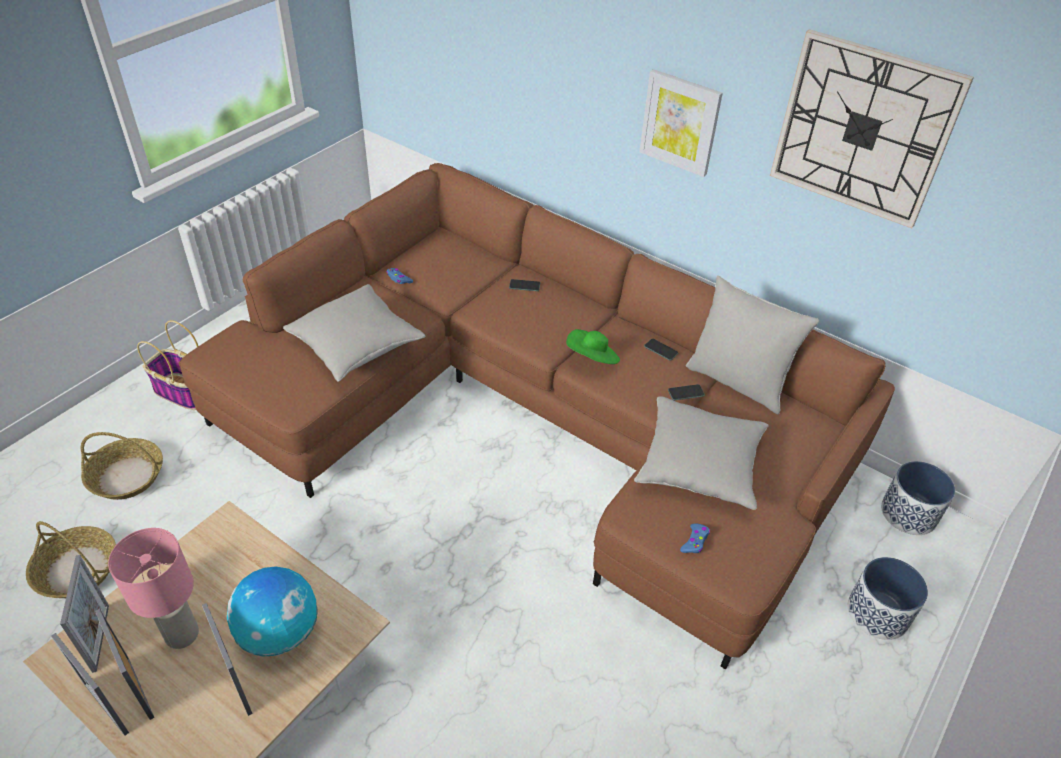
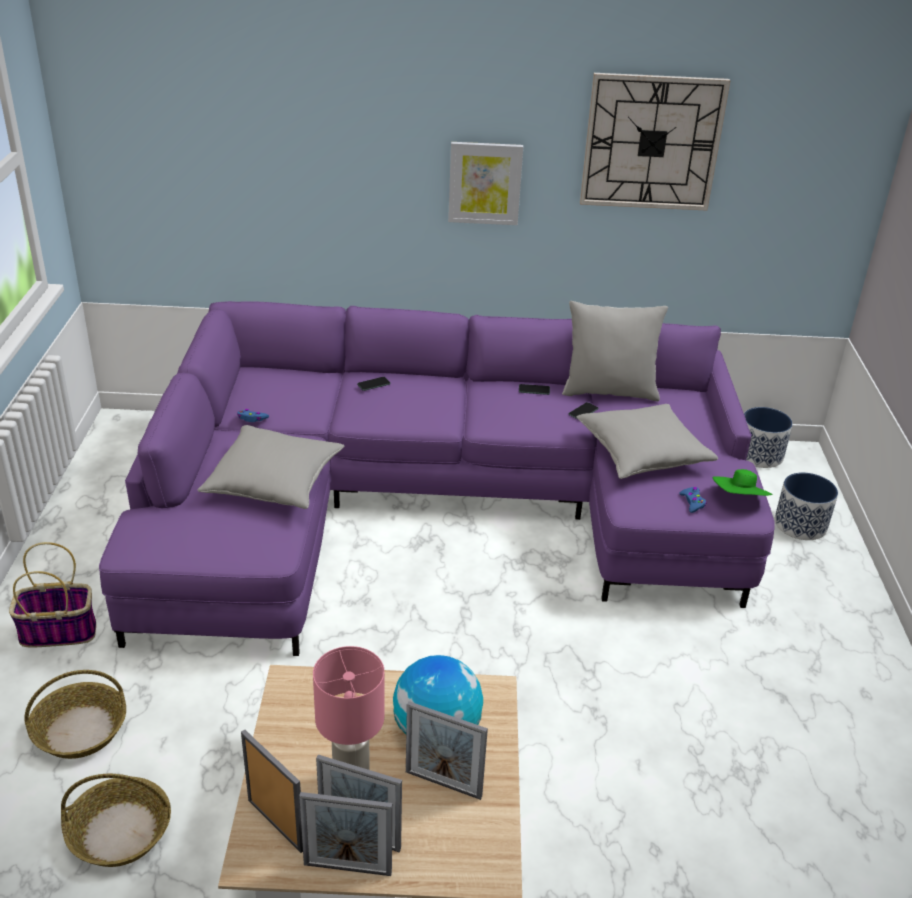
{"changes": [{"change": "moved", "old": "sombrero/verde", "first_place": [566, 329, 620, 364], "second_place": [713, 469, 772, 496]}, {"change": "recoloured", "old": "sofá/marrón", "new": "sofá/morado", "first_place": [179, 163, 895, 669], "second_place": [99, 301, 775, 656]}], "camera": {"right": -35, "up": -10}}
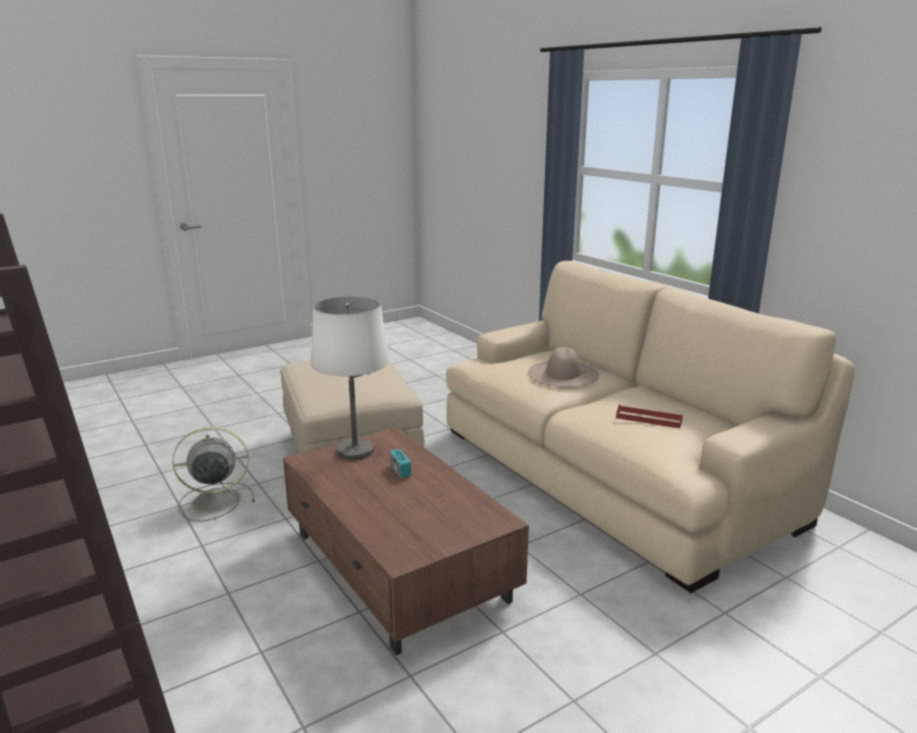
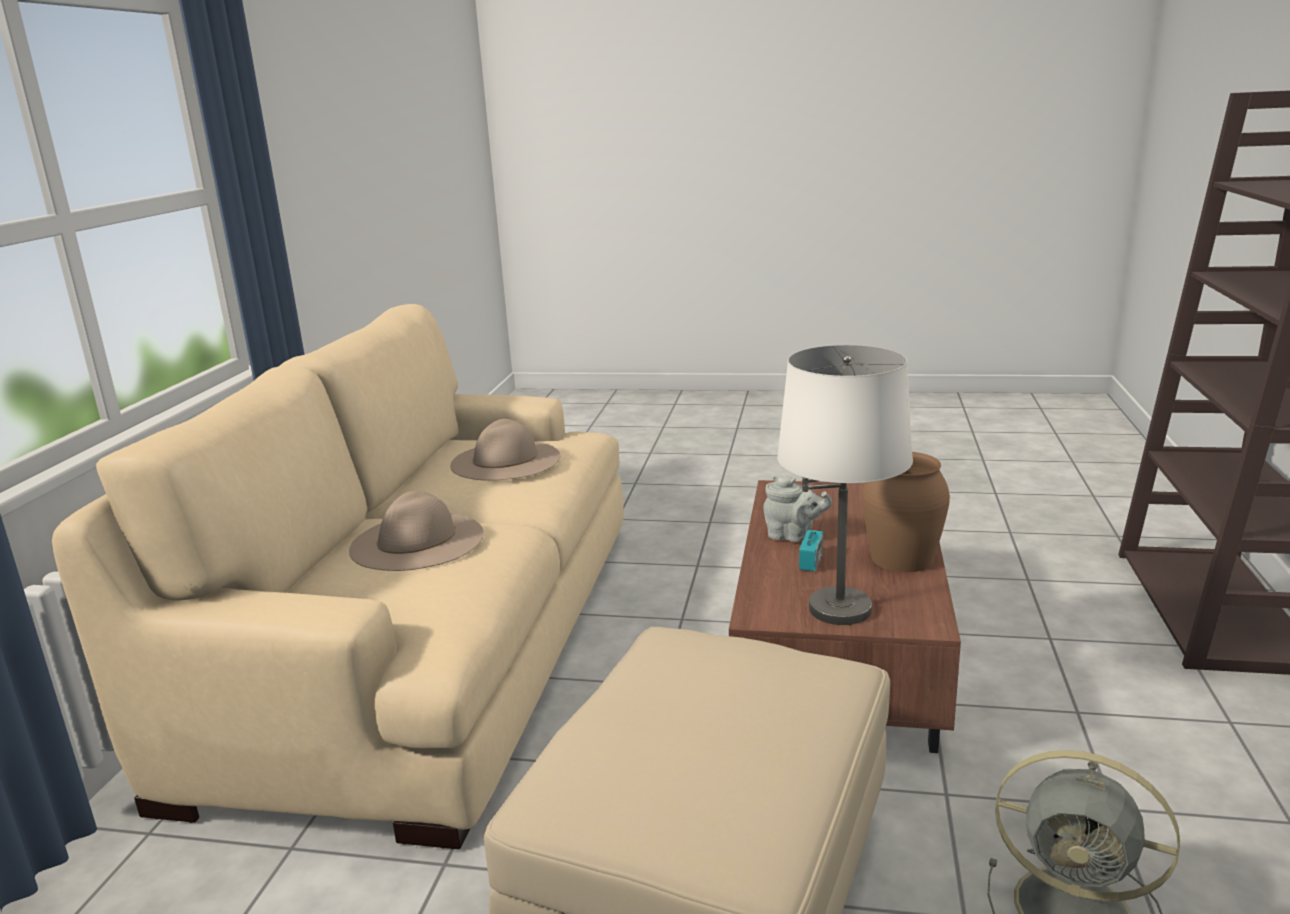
{"changes": [{"change": "added", "new": "tetera/gris", "second_place": [763, 475, 832, 542]}, {"change": "added", "new": "florero/marrón", "second_place": [862, 452, 950, 572]}, {"change": "replaced", "old": "bandeja/rojo", "new": "sombrero/beis", "first_place": [616, 405, 683, 428], "second_place": [450, 419, 560, 481]}], "camera": {"right": -135, "up": 0}}
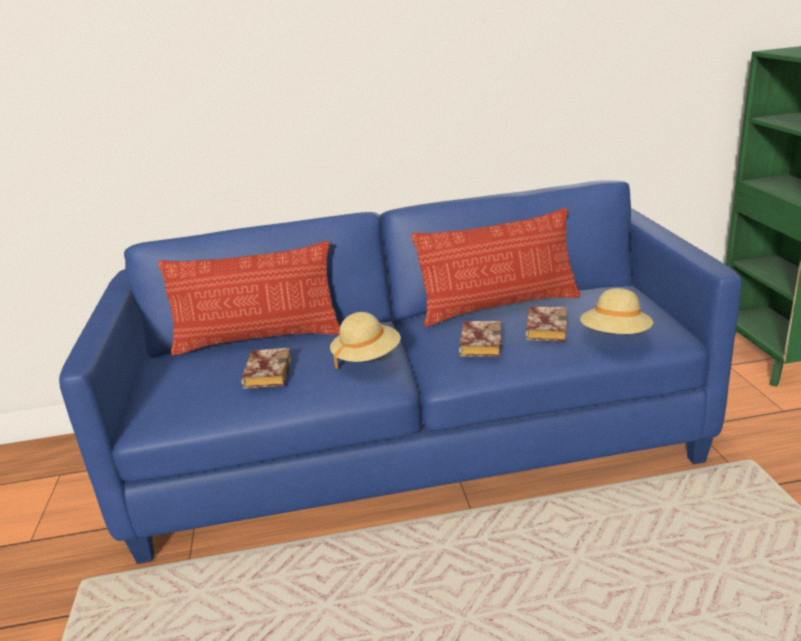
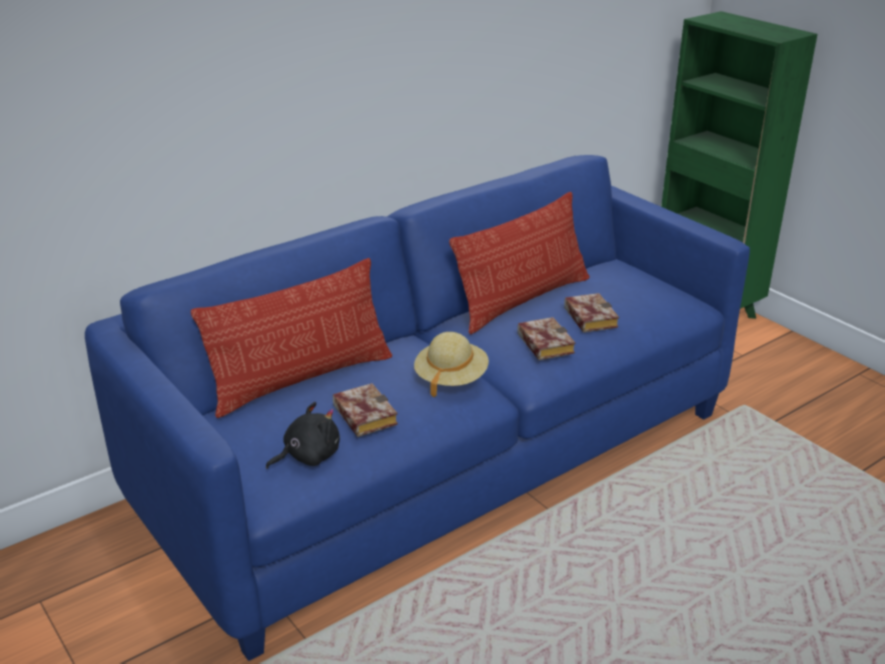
{"changes": [{"change": "removed", "old": "sombrero/beis", "first_place": [580, 288, 653, 334]}, {"change": "added", "new": "peluche/negro", "second_place": [266, 402, 340, 469]}], "camera": {"right": -30, "up": 5}}
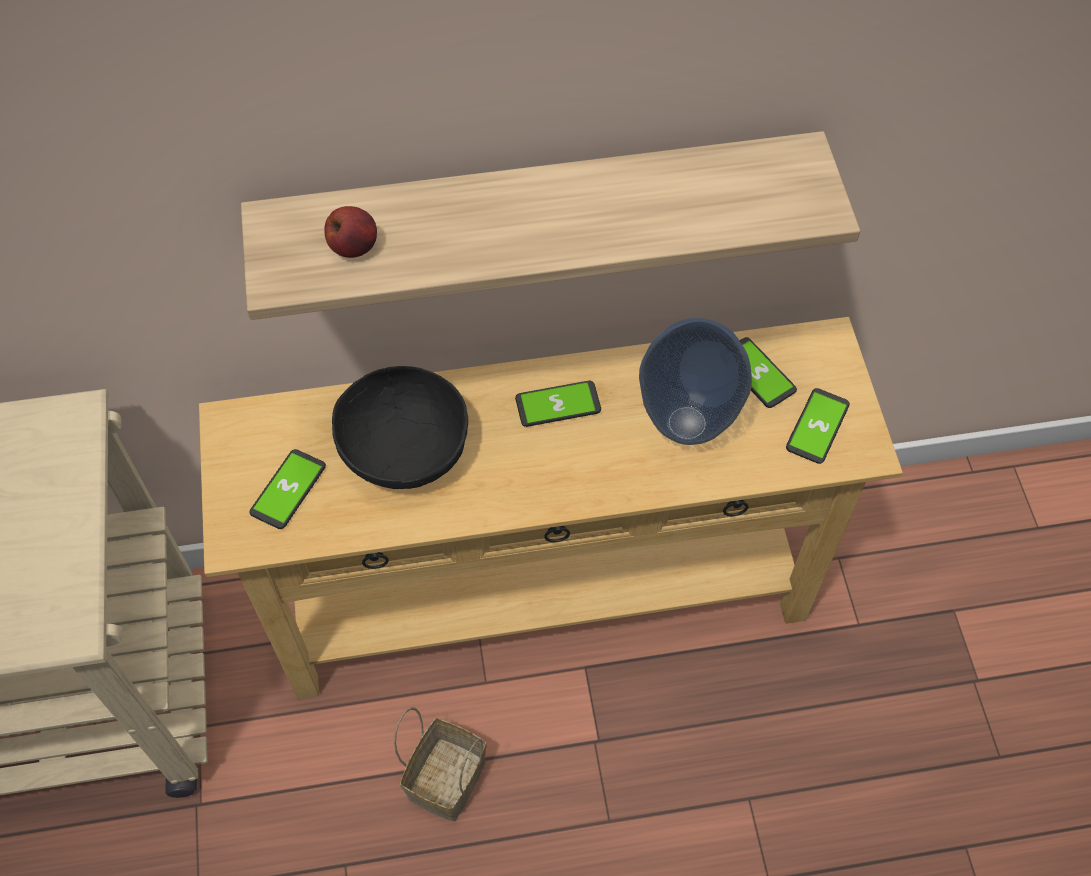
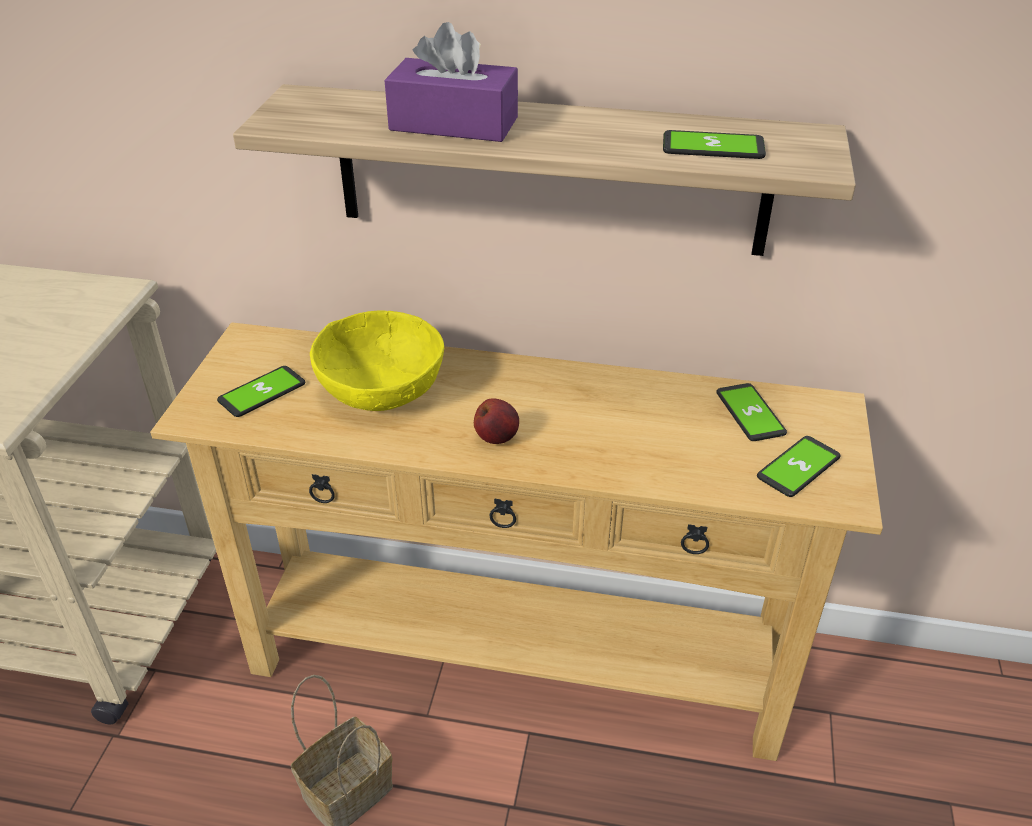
{"changes": [{"change": "removed", "old": "florero", "first_place": [639, 318, 752, 445]}, {"change": "added", "new": "caja de pañuelos/morado", "second_place": [384, 22, 518, 142]}, {"change": "moved", "old": "manzana", "first_place": [324, 206, 377, 258], "second_place": [474, 398, 519, 444]}, {"change": "moved", "old": "móvil", "first_place": [515, 381, 601, 427], "second_place": [663, 130, 766, 159]}, {"change": "recoloured", "old": "cuenco/negro", "new": "cuenco/amarillo", "first_place": [332, 366, 468, 489], "second_place": [310, 311, 444, 411]}], "camera": {"right": 20, "up": -20}}
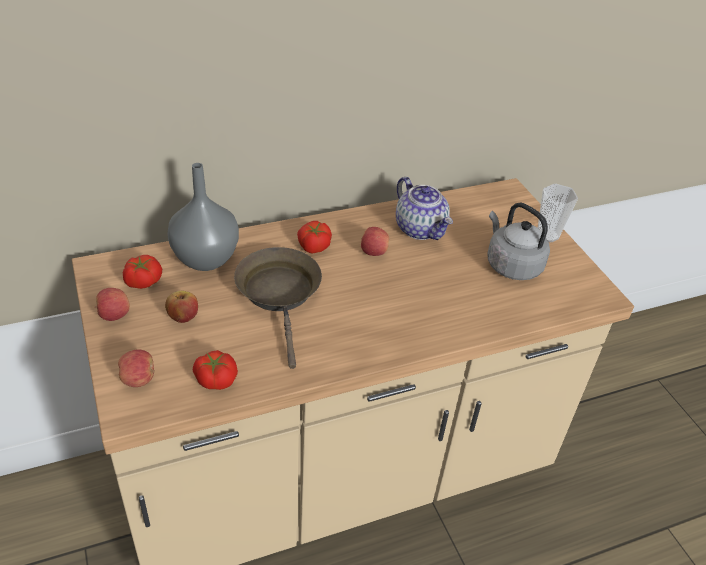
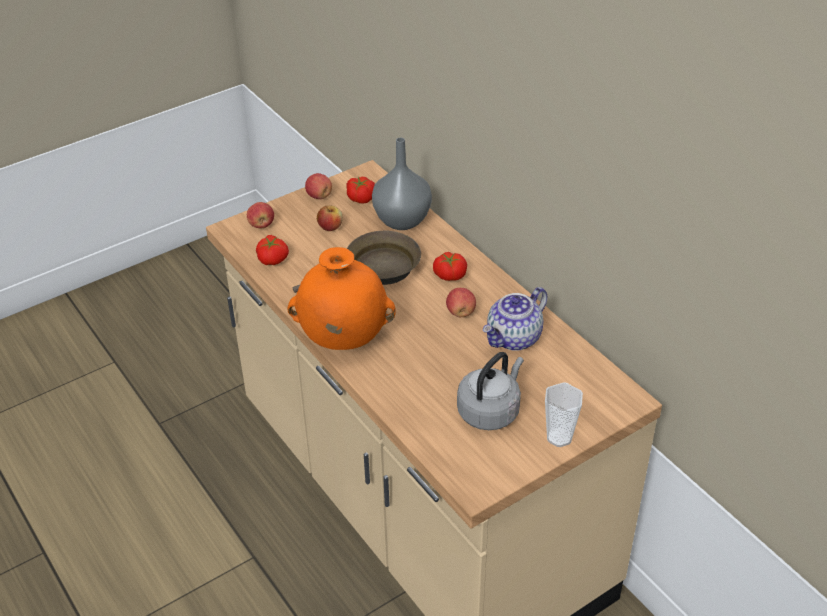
{"changes": [{"change": "added", "new": "florero/naranja", "second_place": [287, 247, 396, 350]}], "camera": {"right": 80, "up": 0}}
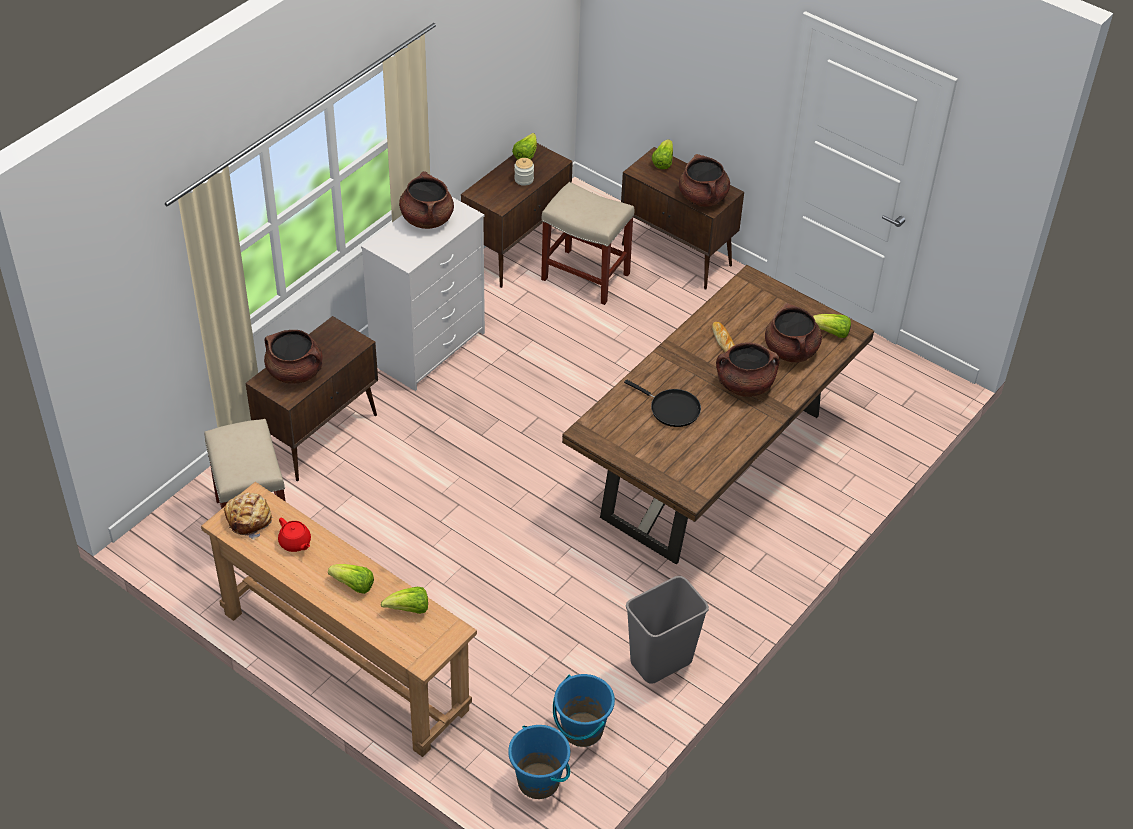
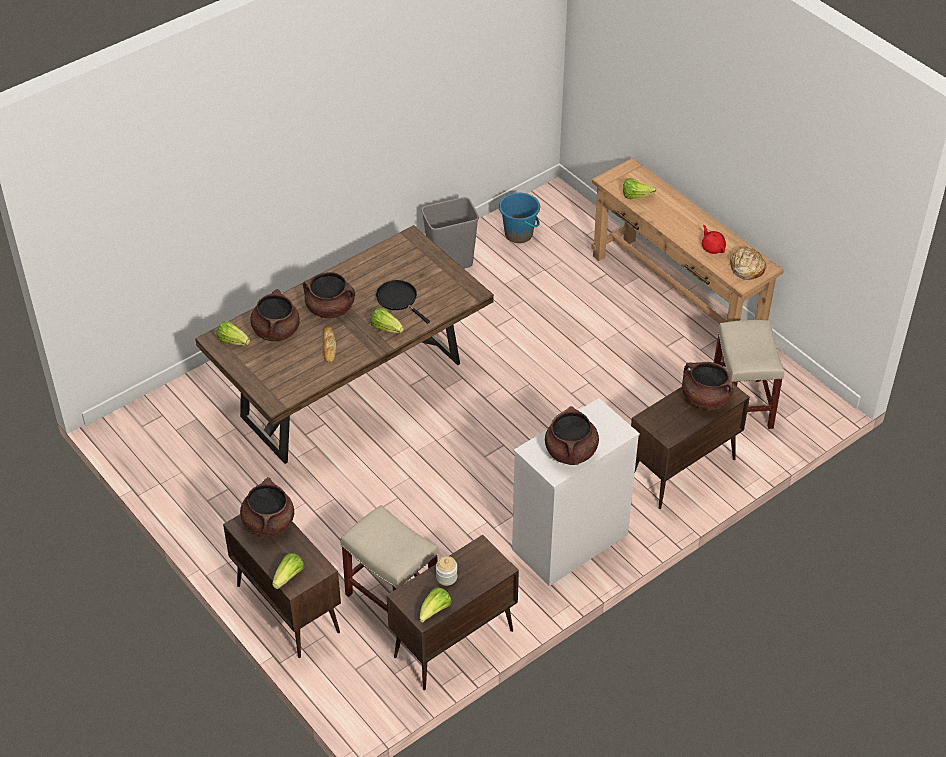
{"changes": [{"change": "removed", "old": "cubo/azul", "first_place": [508, 725, 570, 799]}, {"change": "moved", "old": "lechuga", "first_place": [328, 564, 374, 594], "second_place": [371, 308, 404, 333]}], "camera": {"right": -165, "up": 0}}
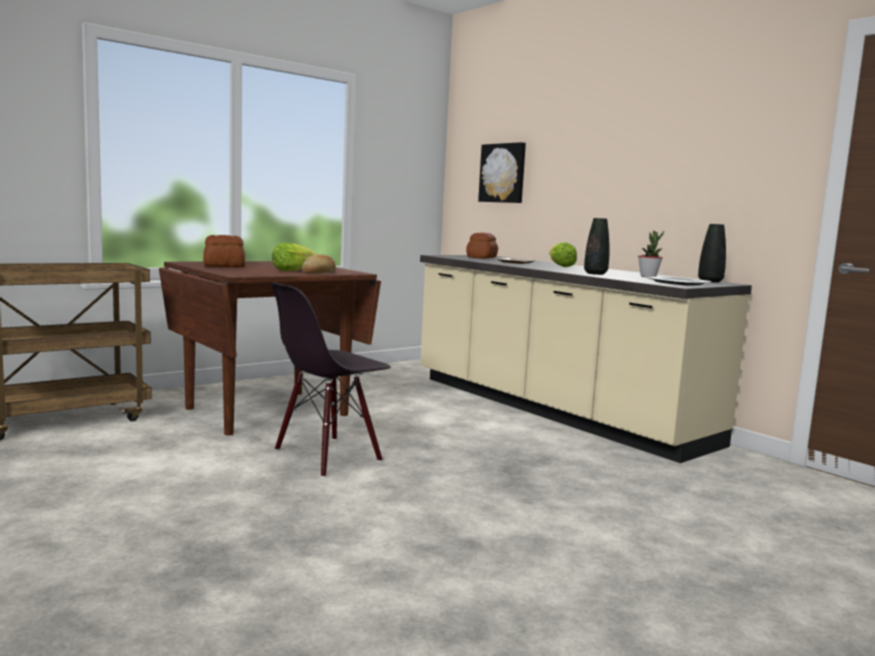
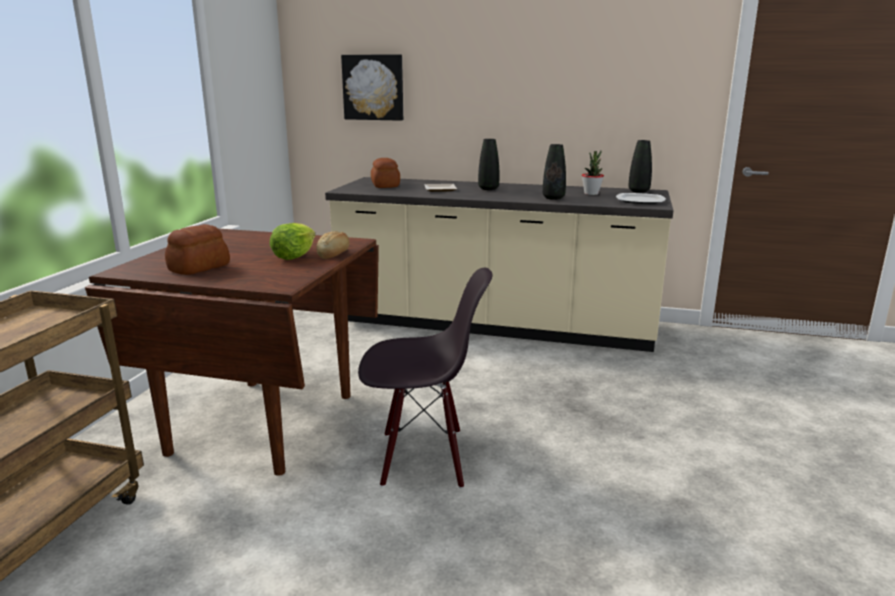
{"changes": [{"change": "replaced", "old": "lechuga", "new": "florero/negro", "first_place": [550, 242, 577, 267], "second_place": [478, 139, 499, 190]}, {"change": "turned", "old": "silla/negro", "first_place": [271, 283, 391, 478], "second_place": [358, 268, 492, 489], "degrees": -105}], "camera": {"right": -35, "up": 10}}
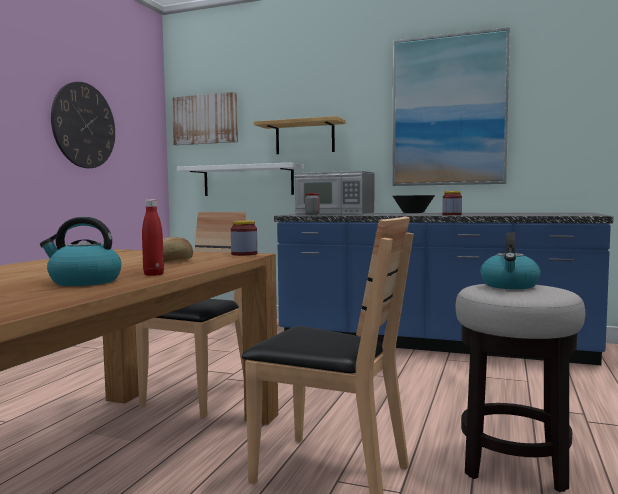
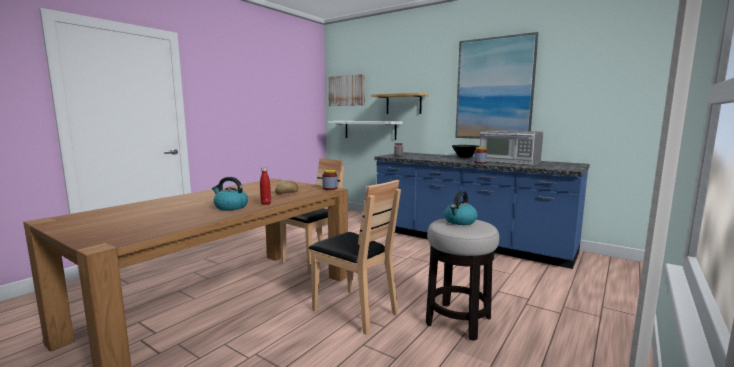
{"changes": [{"change": "removed", "old": "reloj de pared", "first_place": [51, 82, 115, 168]}, {"change": "moved", "old": "microondas", "first_place": [294, 171, 374, 214], "second_place": [480, 130, 543, 165]}], "camera": {"right": 15, "up": 5}}
